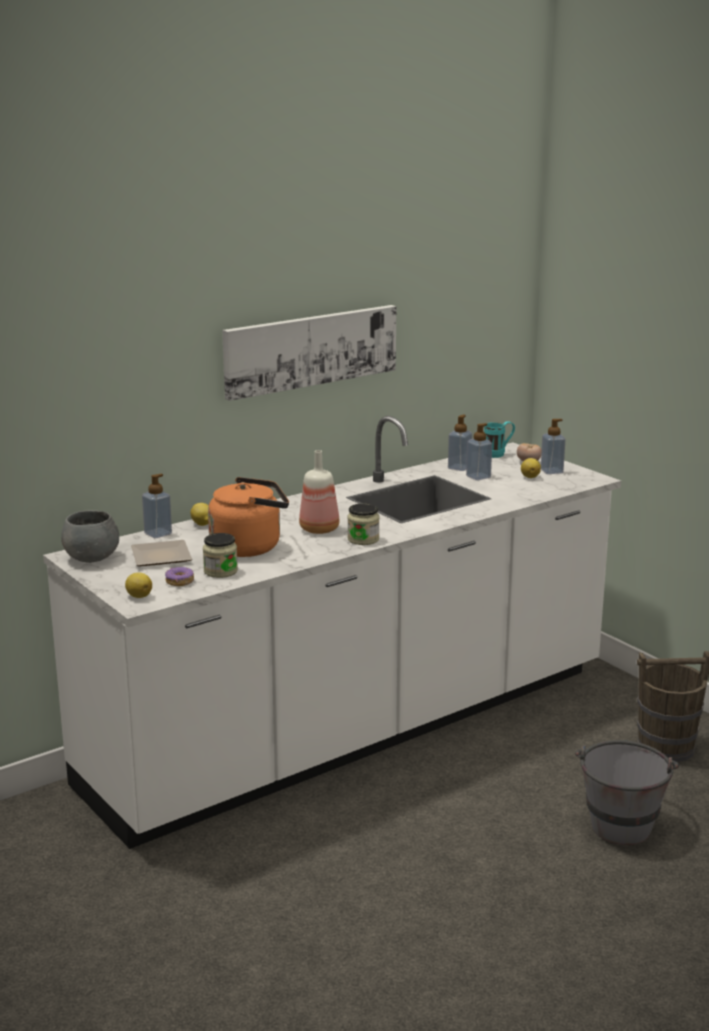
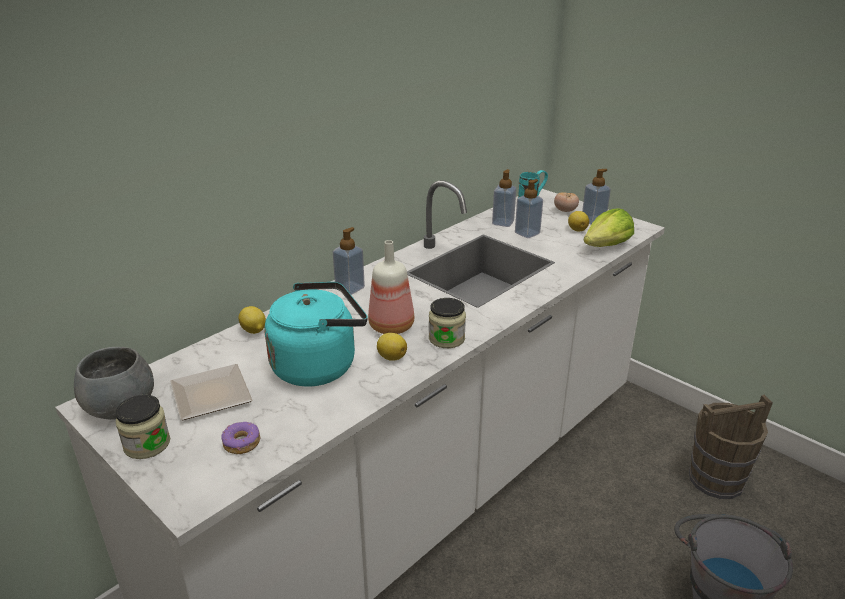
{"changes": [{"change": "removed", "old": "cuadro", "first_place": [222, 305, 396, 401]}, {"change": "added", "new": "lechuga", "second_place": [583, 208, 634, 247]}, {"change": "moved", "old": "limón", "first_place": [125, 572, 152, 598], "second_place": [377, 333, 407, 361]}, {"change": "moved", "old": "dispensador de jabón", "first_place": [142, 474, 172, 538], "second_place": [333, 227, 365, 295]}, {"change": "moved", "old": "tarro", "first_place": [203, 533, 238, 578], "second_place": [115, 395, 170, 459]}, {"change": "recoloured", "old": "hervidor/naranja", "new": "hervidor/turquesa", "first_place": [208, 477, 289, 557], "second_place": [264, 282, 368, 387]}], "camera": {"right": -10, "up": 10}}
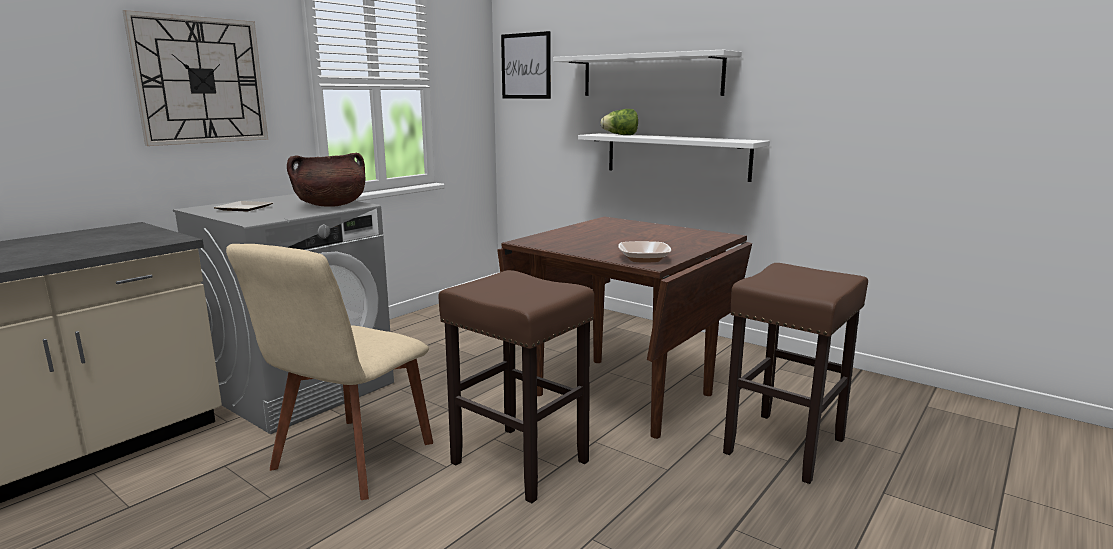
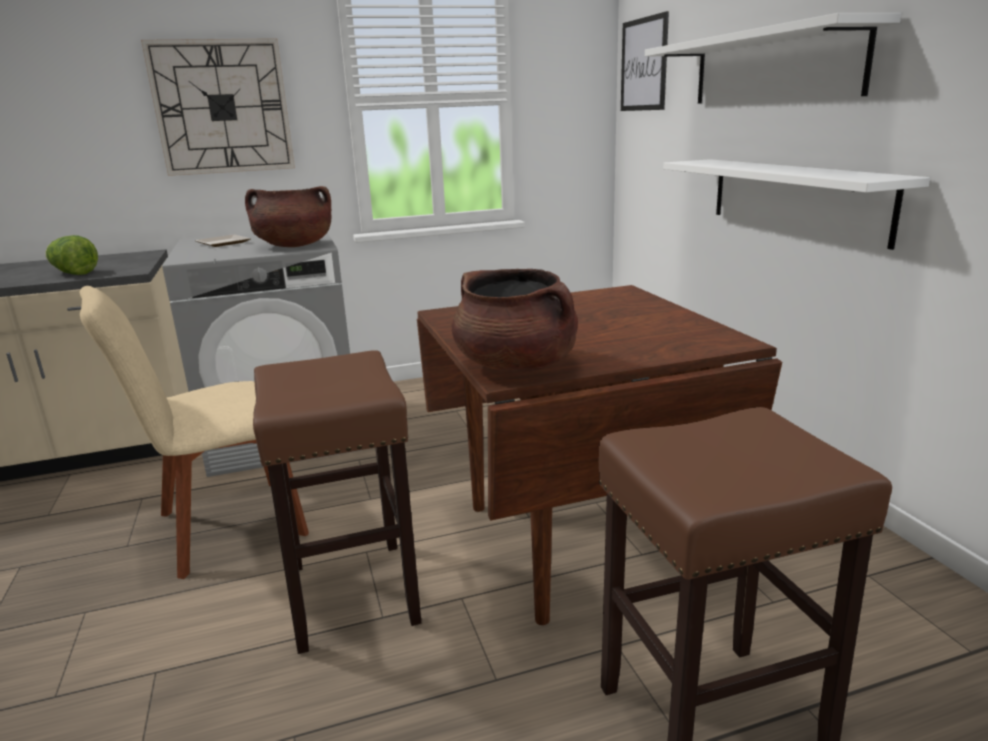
{"changes": [{"change": "moved", "old": "lechuga", "first_place": [601, 109, 638, 135], "second_place": [45, 235, 98, 275]}, {"change": "replaced", "old": "cuenco", "new": "olla/marrón", "first_place": [618, 241, 671, 263], "second_place": [451, 269, 578, 372]}], "camera": {"right": 35, "up": 5}}
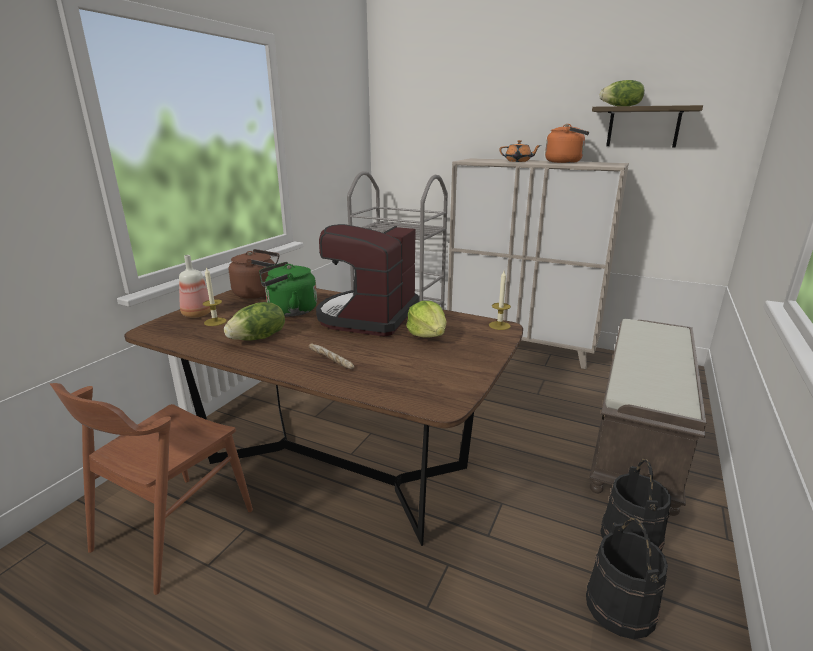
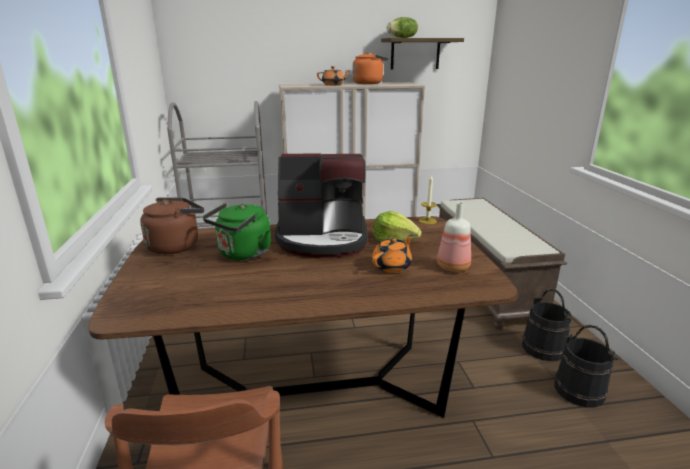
{"changes": [{"change": "removed", "old": "vela", "first_place": [203, 267, 226, 326]}, {"change": "removed", "old": "lechuga", "first_place": [224, 302, 285, 341]}, {"change": "removed", "old": "pan", "first_place": [309, 343, 354, 369]}, {"change": "added", "new": "tetera/naranja", "second_place": [372, 235, 413, 273]}, {"change": "moved", "old": "botella", "first_place": [179, 255, 211, 318], "second_place": [437, 202, 471, 272]}, {"change": "turned", "old": "cafetera", "first_place": [316, 224, 420, 336], "second_place": [275, 153, 368, 258], "degrees": -75}], "camera": {"right": -35, "up": 0}}
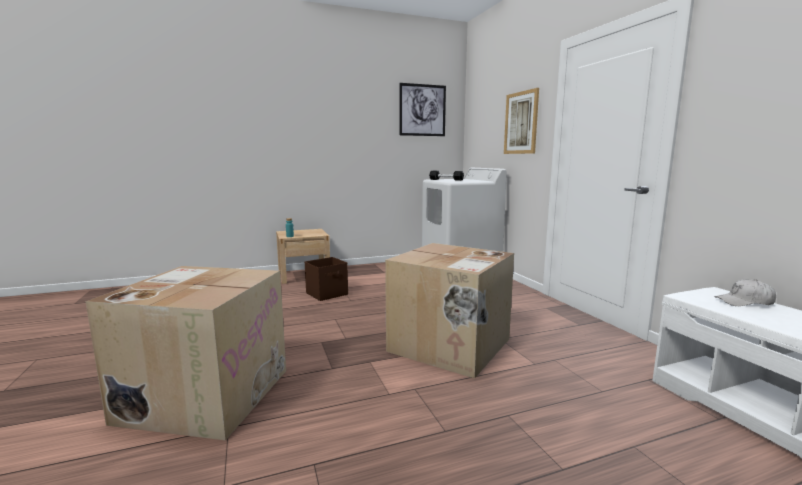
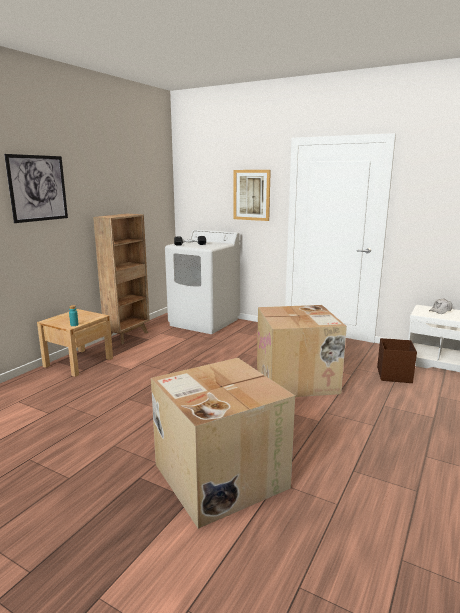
{"changes": [{"change": "added", "new": "estantería/marrón", "second_place": [93, 214, 150, 344]}, {"change": "moved", "old": "caja de almacenaje/marrón", "first_place": [305, 257, 348, 301], "second_place": [377, 338, 417, 383]}, {"change": "moved", "old": "cuadro", "first_place": [399, 83, 446, 136], "second_place": [4, 154, 68, 223]}], "camera": {"right": -40, "up": 5}}
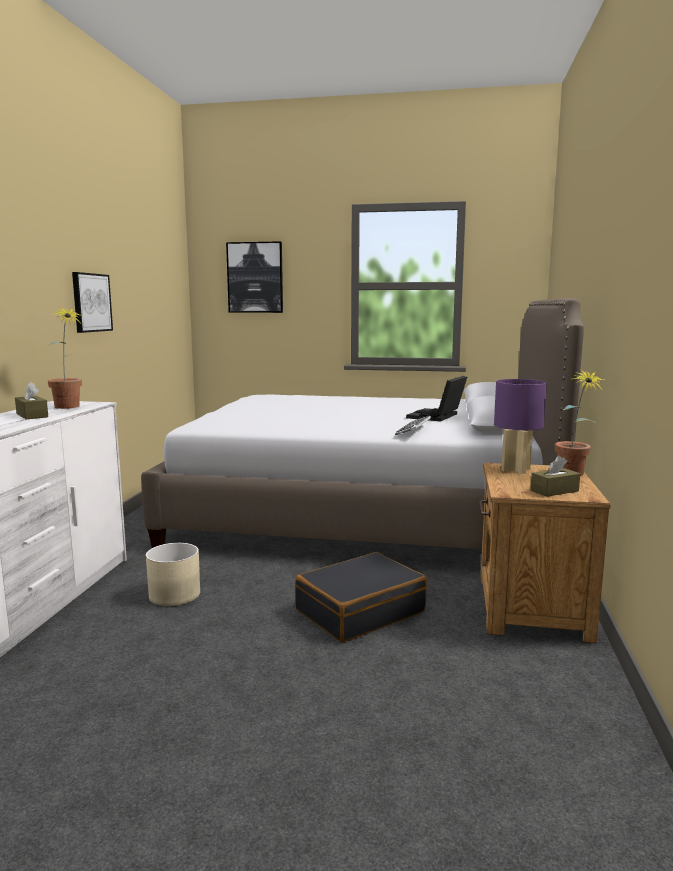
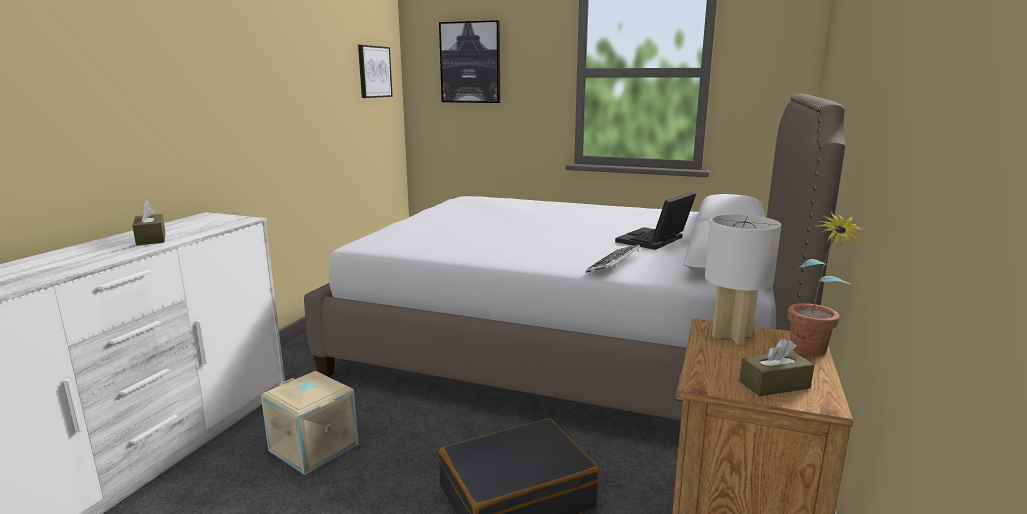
{"changes": [{"change": "removed", "old": "planta en maceta", "first_place": [48, 306, 82, 409]}, {"change": "moved", "old": "cuadro", "first_place": [72, 272, 113, 333], "second_place": [358, 45, 393, 98]}, {"change": "replaced", "old": "maceta/beis", "new": "caja de almacenaje/beis", "first_place": [146, 543, 200, 606], "second_place": [261, 371, 359, 475]}, {"change": "recoloured", "old": "lámpara de mesa/morado", "new": "lámpara de mesa/blanco", "first_place": [494, 379, 547, 474], "second_place": [705, 214, 781, 345]}], "camera": {"right": 10, "up": 5}}
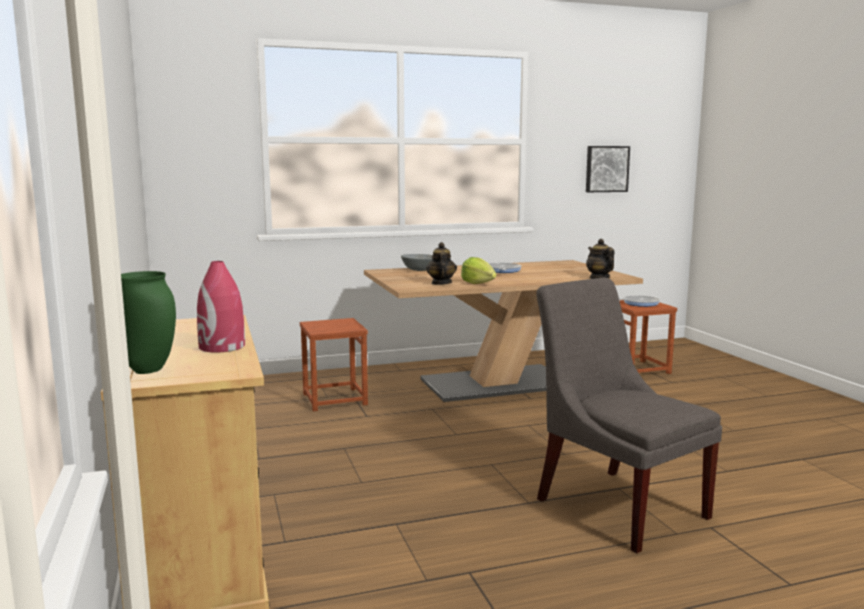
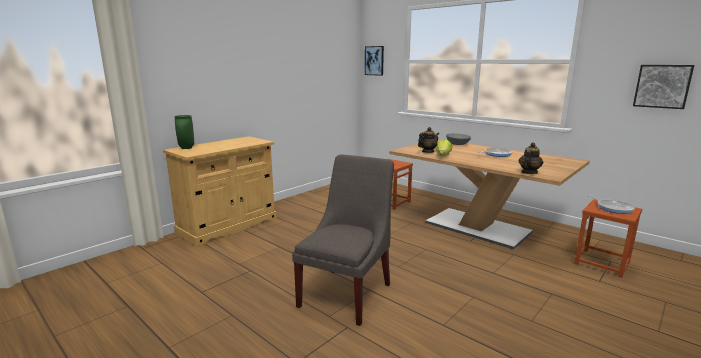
{"changes": [{"change": "removed", "old": "florero/rojo", "first_place": [197, 261, 245, 353]}, {"change": "added", "new": "cuadro", "second_place": [365, 46, 384, 76]}], "camera": {"right": 60, "up": 5}}
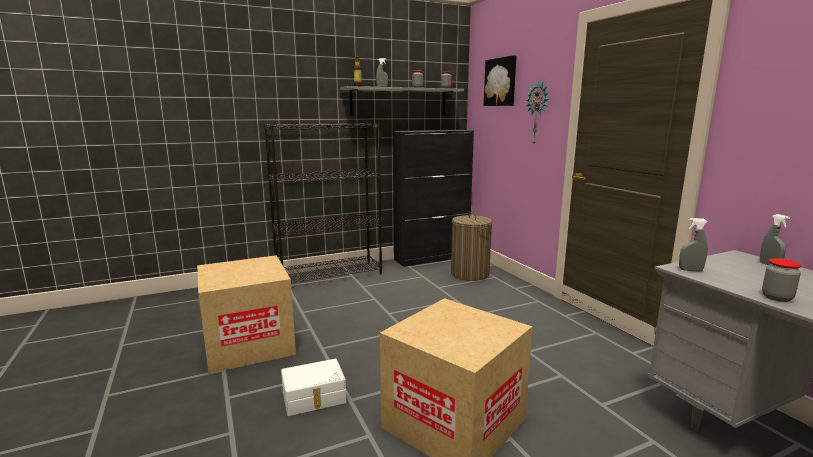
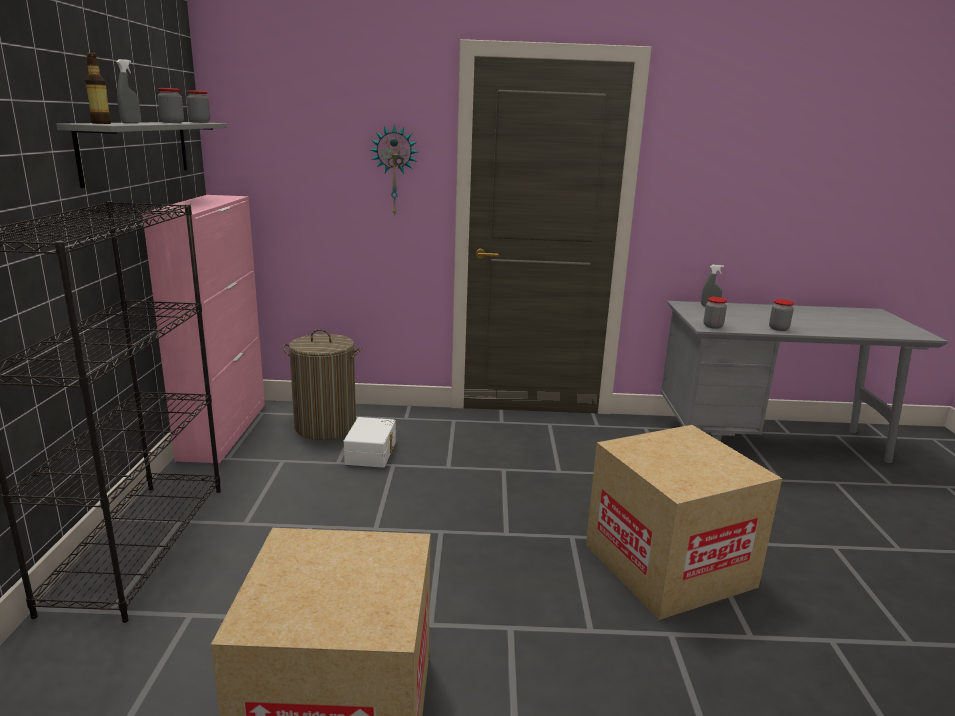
{"changes": [{"change": "removed", "old": "cuadro", "first_place": [484, 55, 517, 106]}, {"change": "moved", "old": "caja de almacenaje/blanco", "first_place": [281, 359, 346, 416], "second_place": [343, 417, 396, 468]}, {"change": "replaced", "old": "pulverizador/gris", "new": "tarro", "first_place": [679, 218, 708, 272], "second_place": [703, 297, 727, 329]}, {"change": "recoloured", "old": "armario/negro", "new": "armario/rosa", "first_place": [393, 130, 474, 267], "second_place": [142, 195, 265, 463]}], "camera": {"right": -65, "up": 5}}
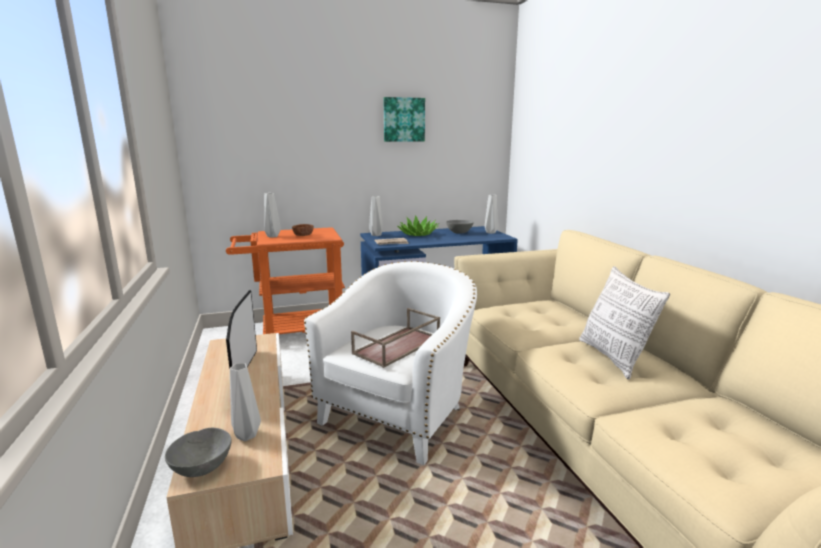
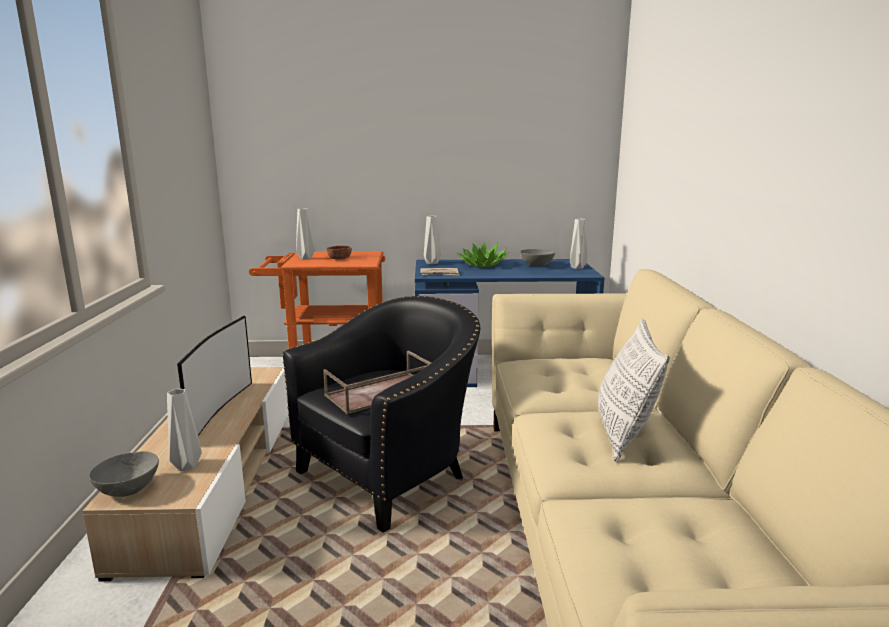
{"changes": [{"change": "removed", "old": "cuadro", "first_place": [383, 97, 425, 142]}, {"change": "recoloured", "old": "sillón/blanco", "new": "sillón/negro", "first_place": [304, 261, 477, 465], "second_place": [282, 295, 480, 533]}], "camera": {"right": 15, "up": 0}}
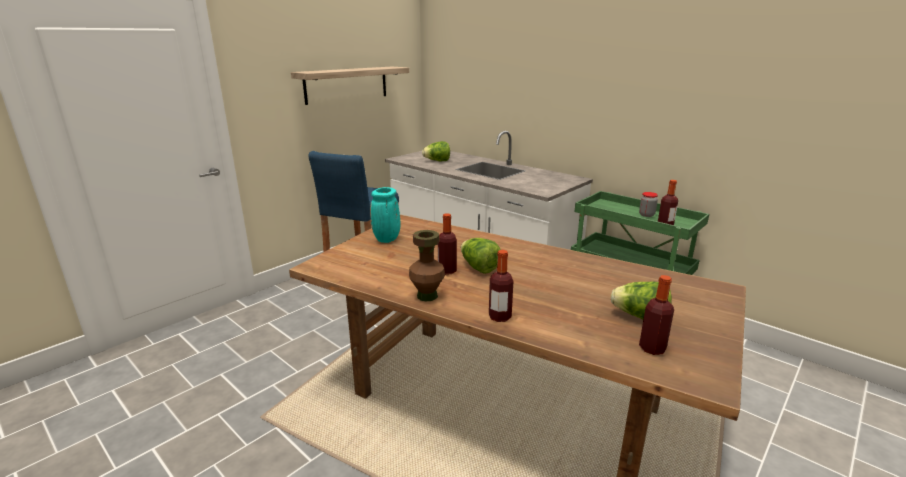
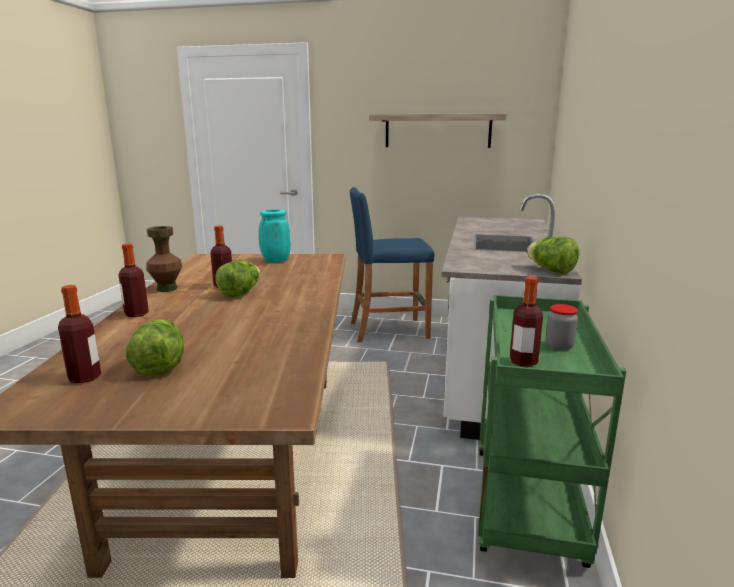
{"changes": [{"change": "moved", "old": "lechuga", "first_place": [422, 141, 450, 161], "second_place": [527, 237, 579, 274]}], "camera": {"right": 60, "up": -5}}
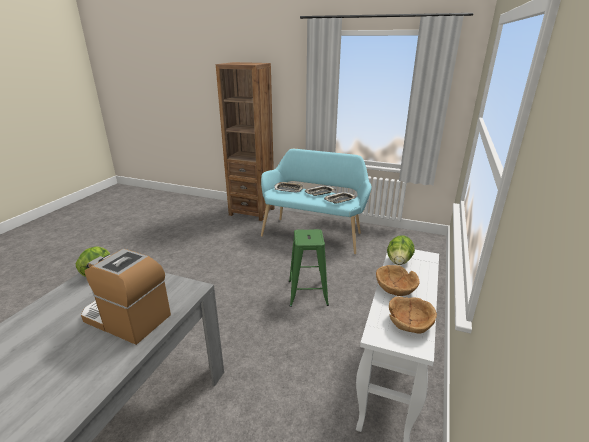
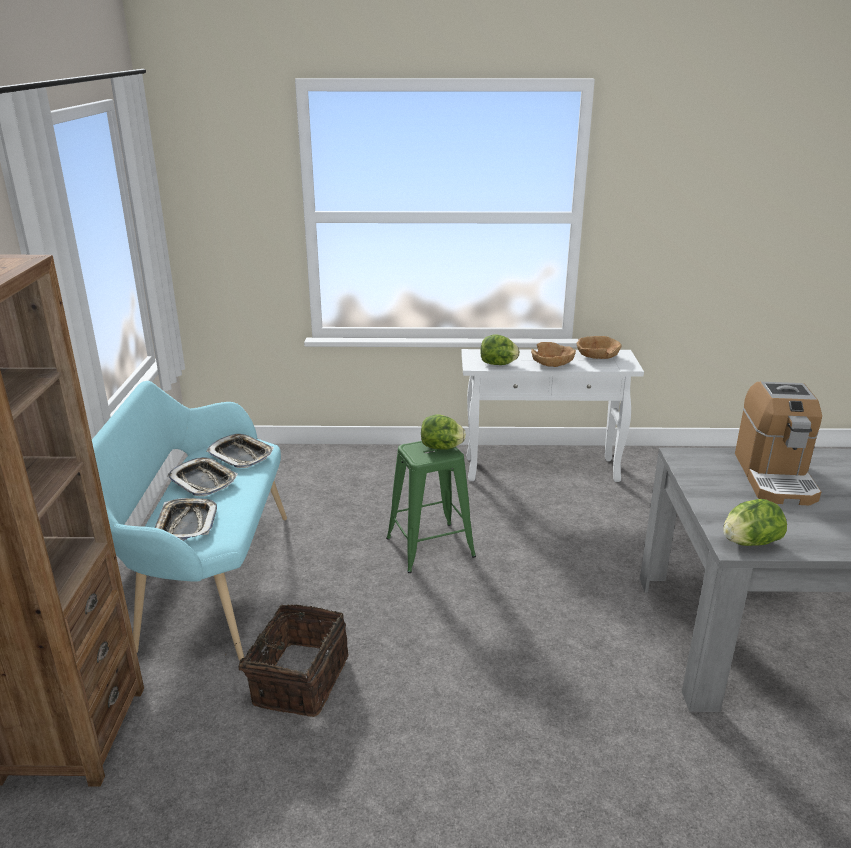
{"changes": [{"change": "added", "new": "cesta", "second_place": [225, 604, 349, 717]}, {"change": "added", "new": "lechuga", "second_place": [421, 414, 466, 450]}], "camera": {"right": -110, "up": 0}}
